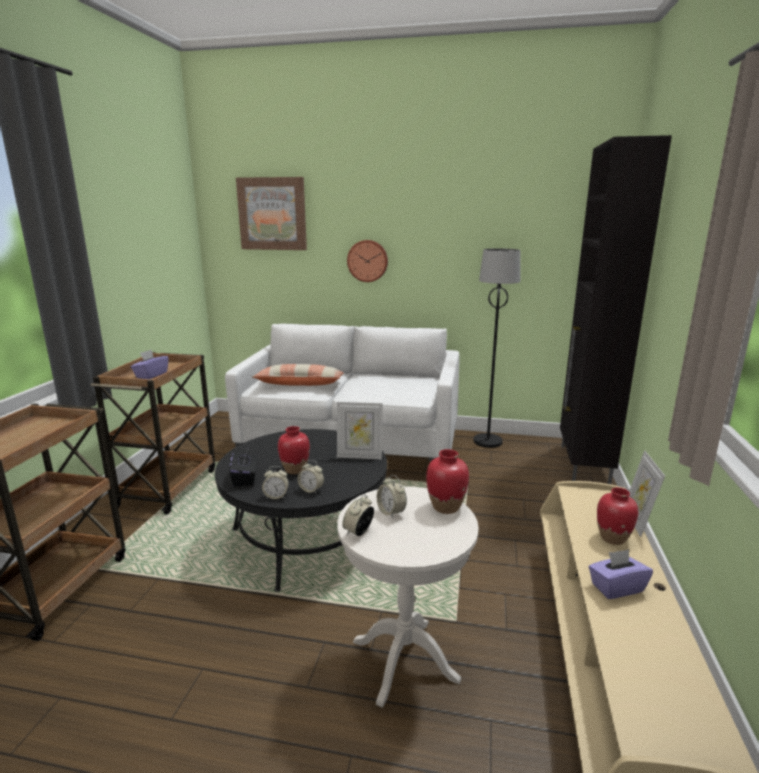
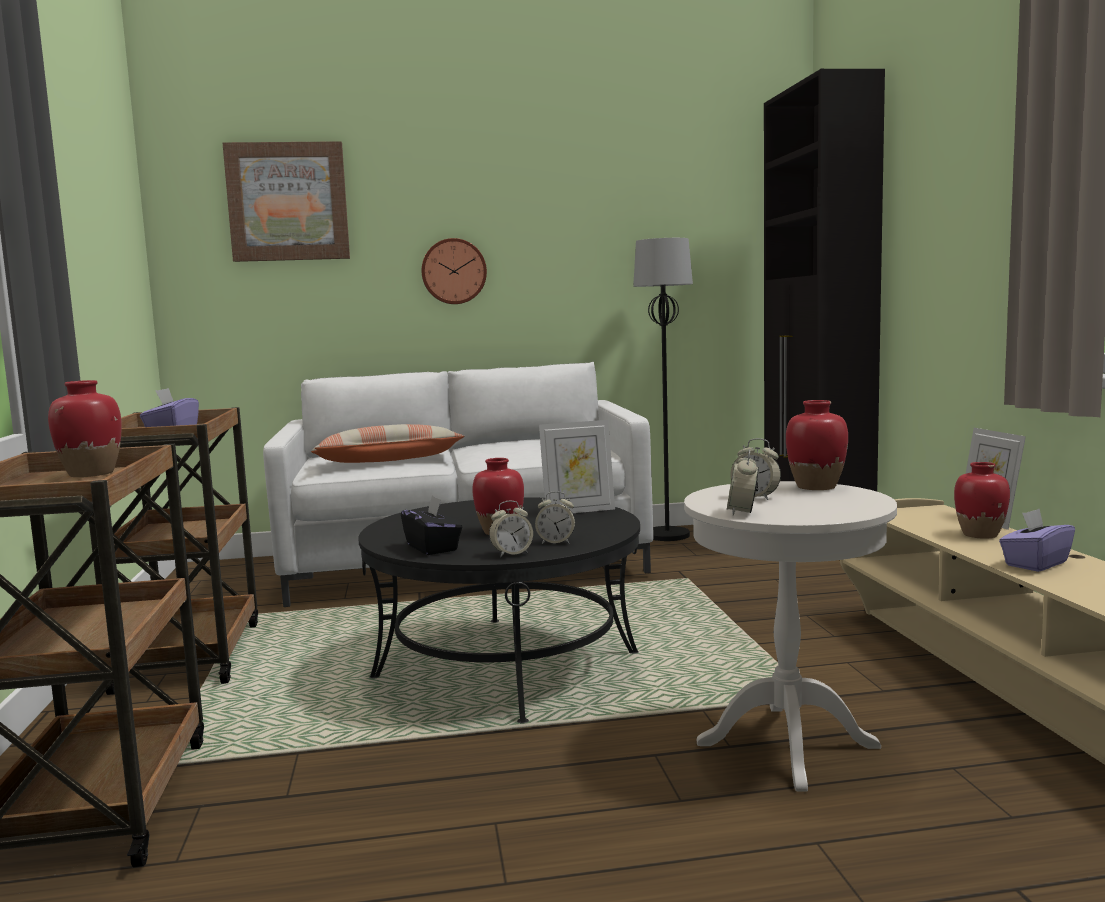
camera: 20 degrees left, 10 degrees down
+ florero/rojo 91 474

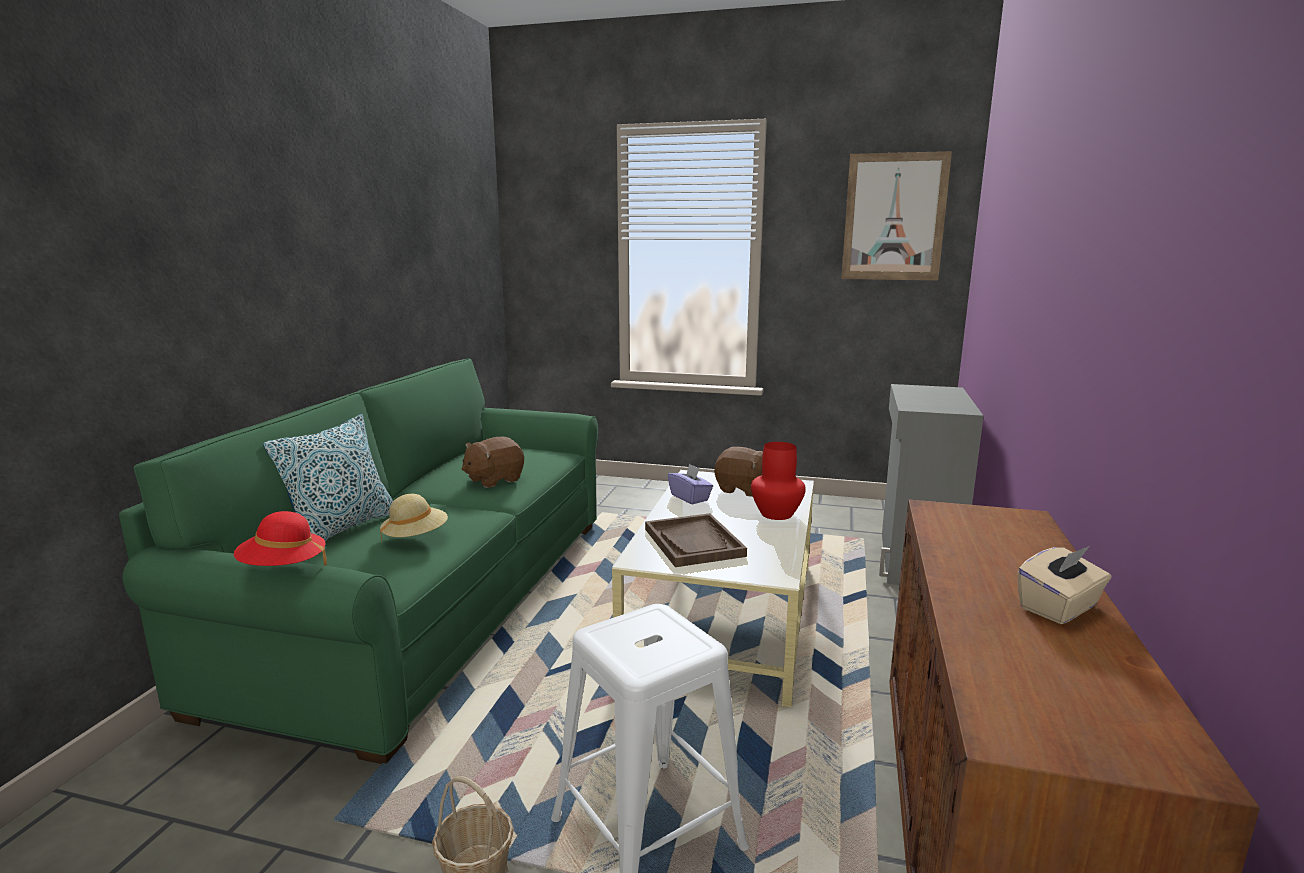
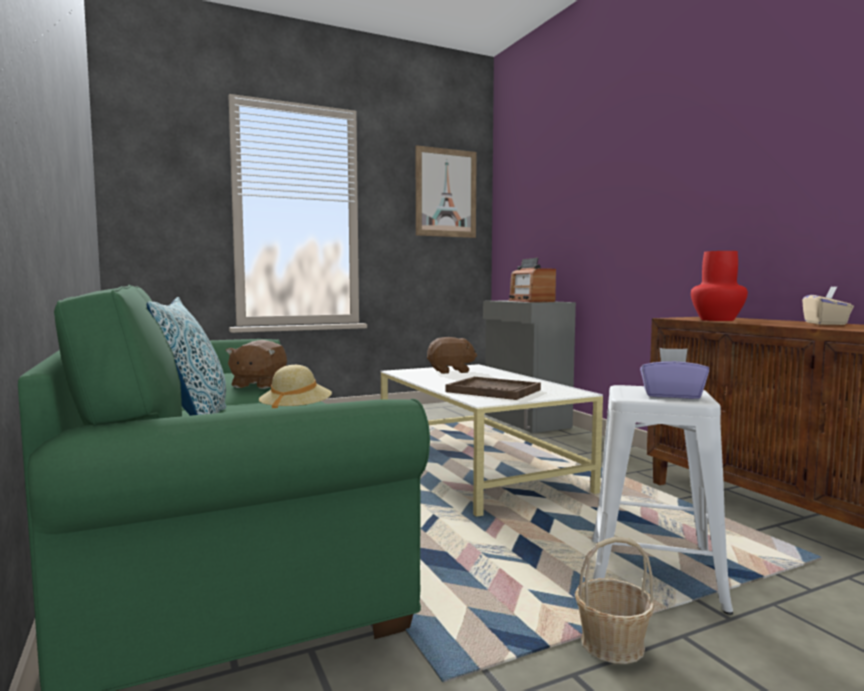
camera: 40 degrees left, 10 degrees down
~ florero/rojo 776 513 to 716 320
~ caja de pañuelos/morado 690 498 to 671 395
- sombrero/rojo 283 567
+ radio 531 301

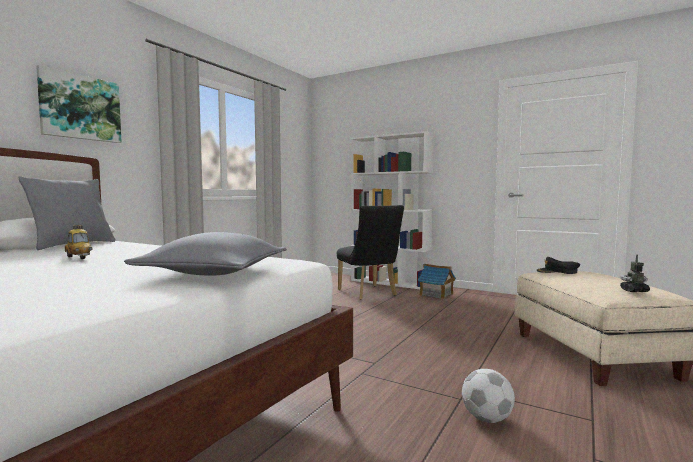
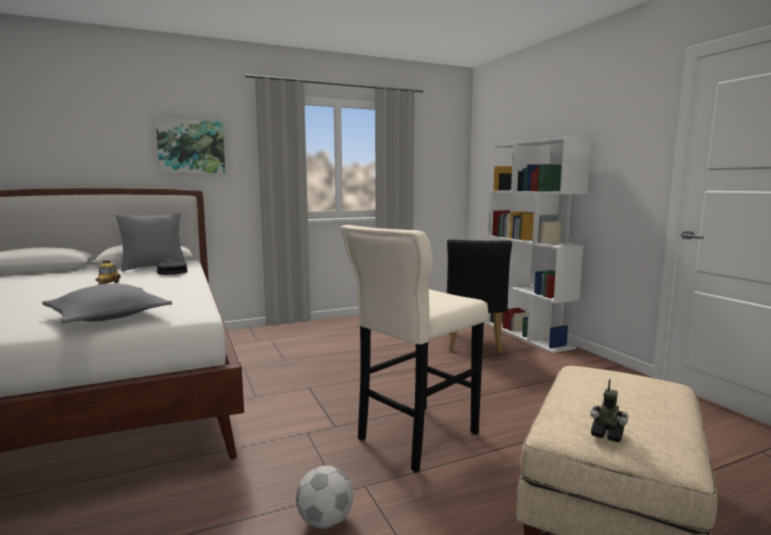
camera: 35 degrees right, 5 degrees up
~ gorra/negro 557 271 to 171 272
- casita 436 294
+ taburete/beis 414 438

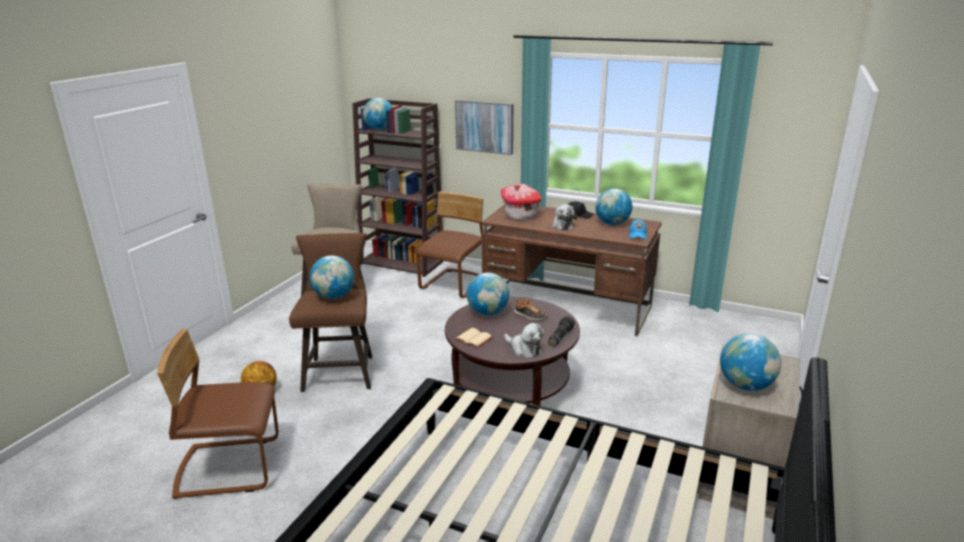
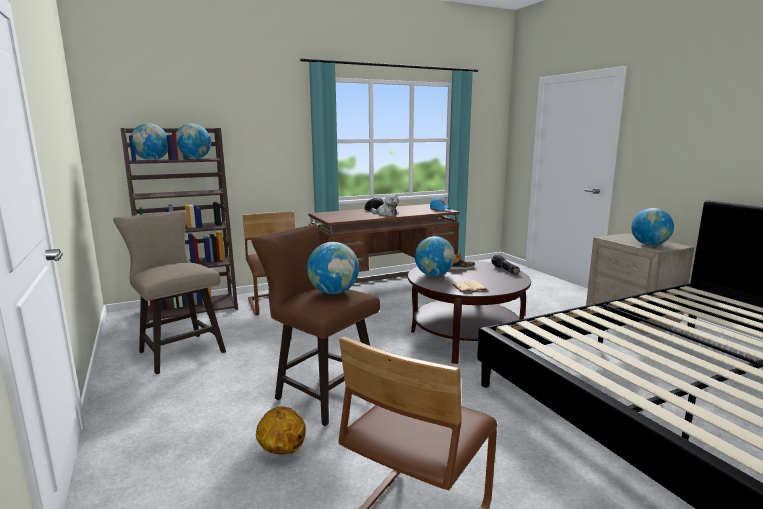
camera: 50 degrees left, 10 degrees down
- cuadro 484 126
- casita 521 216
~ globo terráqueo 612 224 to 194 159
- peluche 524 349

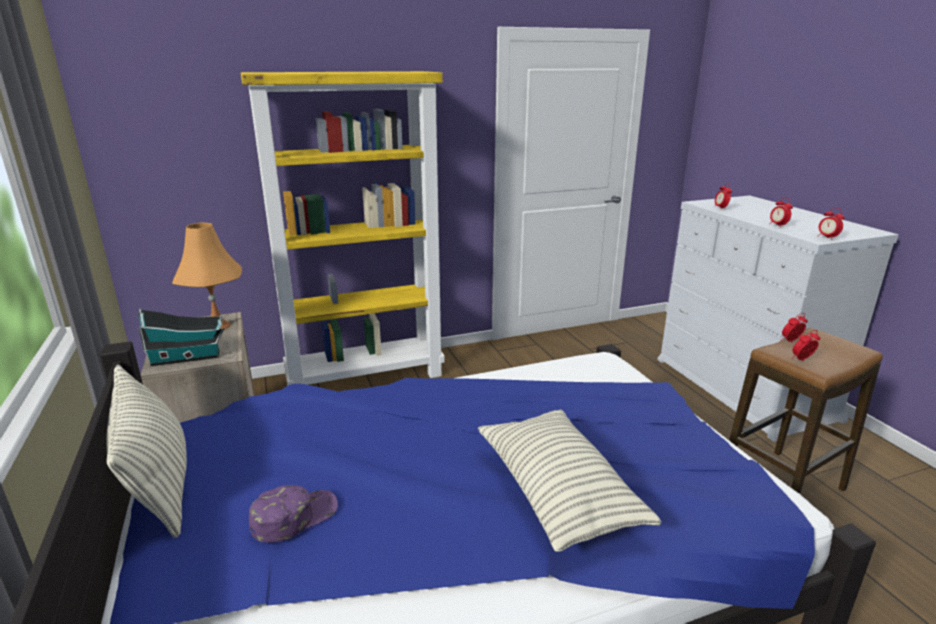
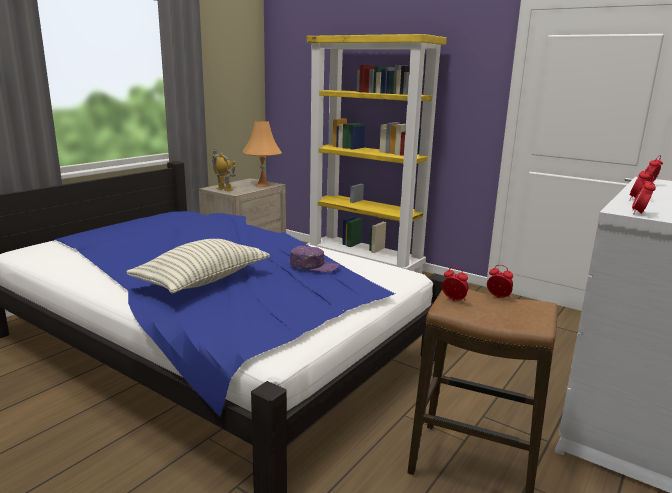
camera: 55 degrees right, 5 degrees down
~ casita 188 358 to robot de juguete 224 189
- cojín 157 482
~ gorra/morado 294 516 to 314 265

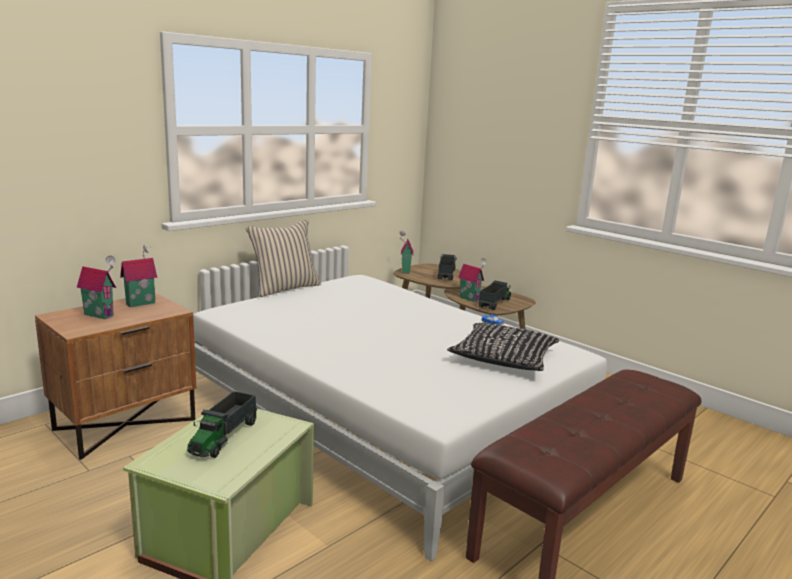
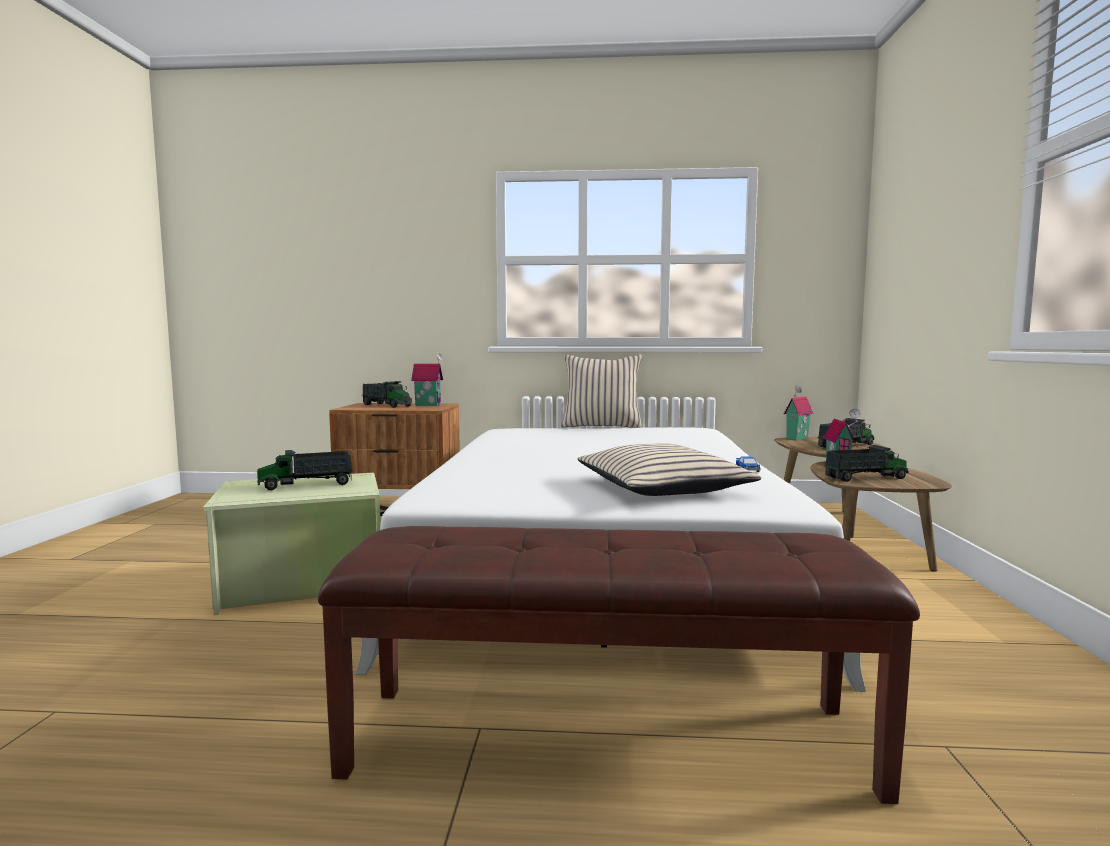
camera: 50 degrees right, 10 degrees down
~ casita 100 314 to camión de juguete 387 405
~ cojín/negro 503 357 to cojín/beis 661 488

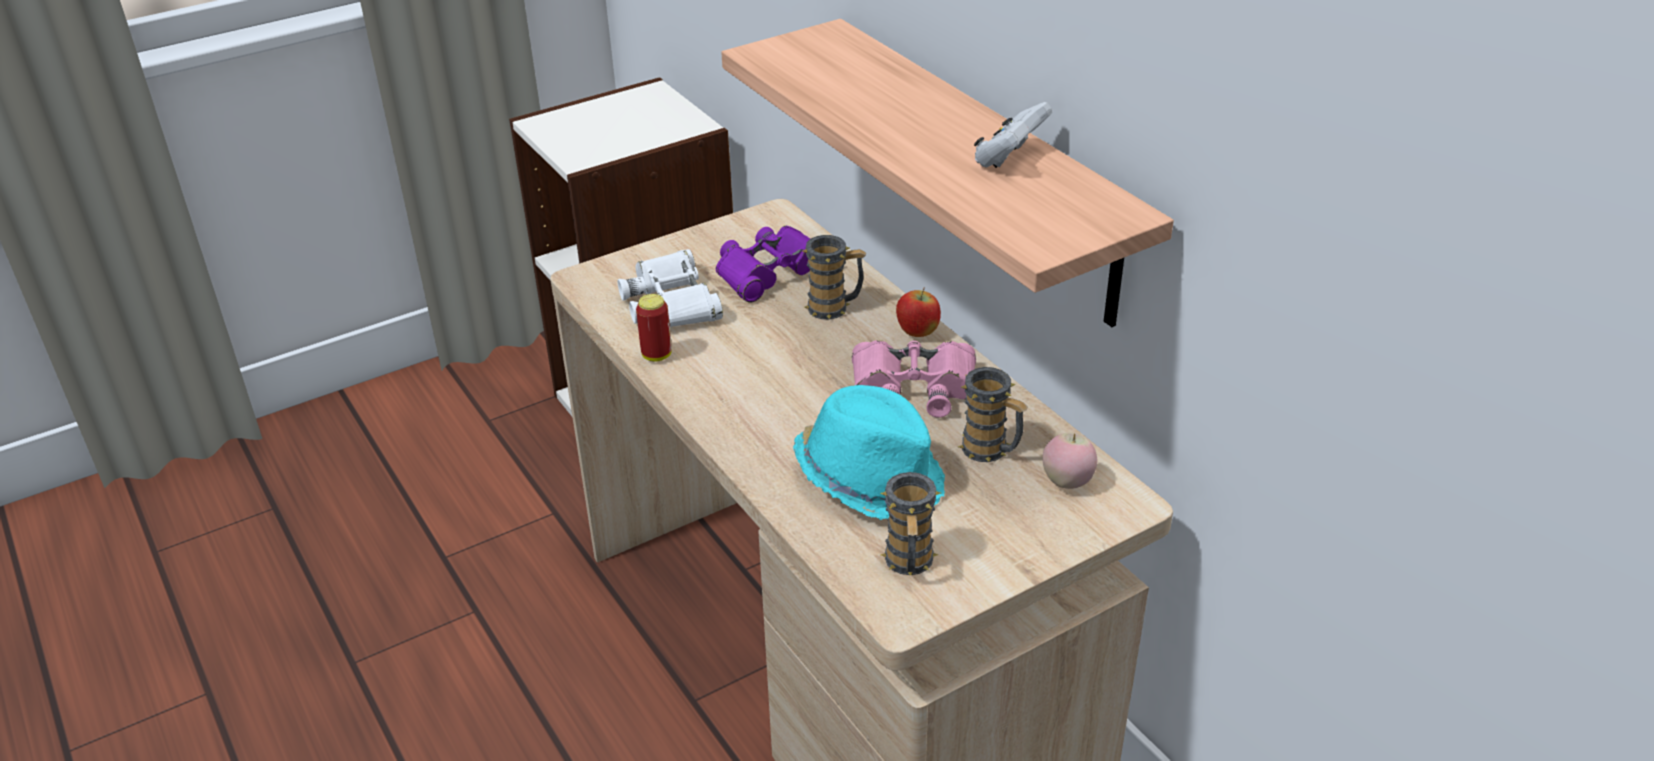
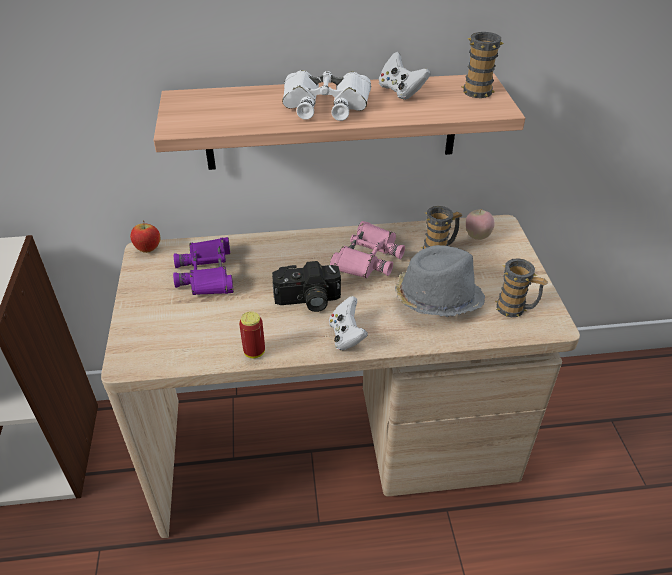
camera: 65 degrees left, 5 degrees up
~ taza grande 835 308 to 478 89
~ prismáticos/blanco 671 302 to 325 104
~ manzana 917 333 to 148 249
~ sombrero/turquesa 871 477 to sombrero/gris 436 299
+ cámara 307 301
+ mando de consola/blanco 346 336

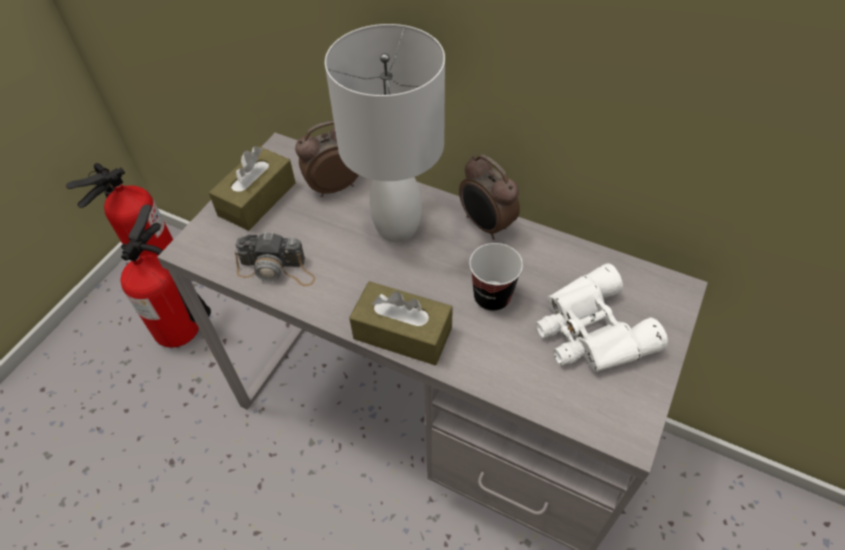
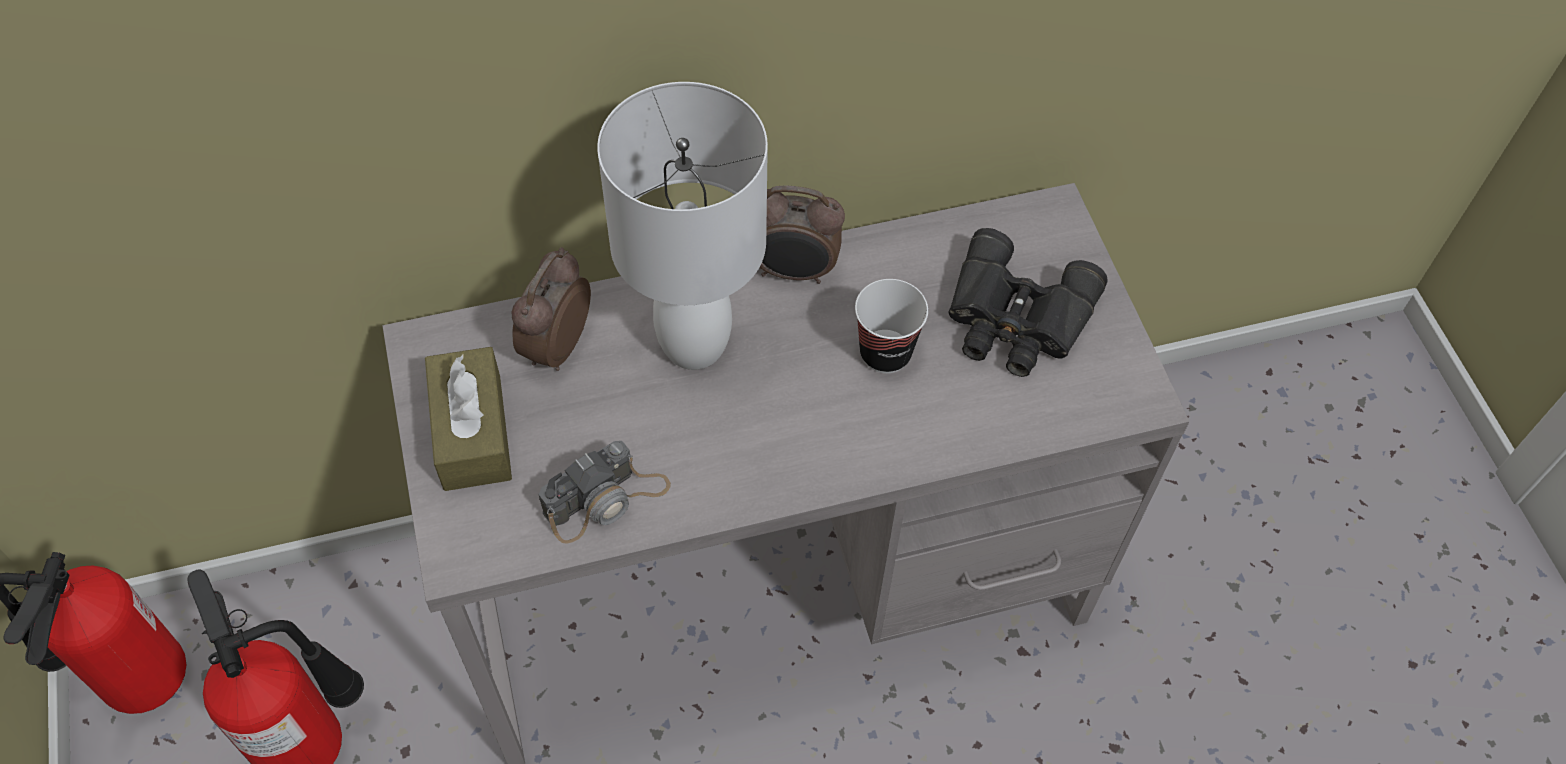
camera: 45 degrees left, 5 degrees up
~ prismáticos/blanco 589 332 to prismáticos/negro 1016 319
- caja de pañuelos/marrón 402 333

